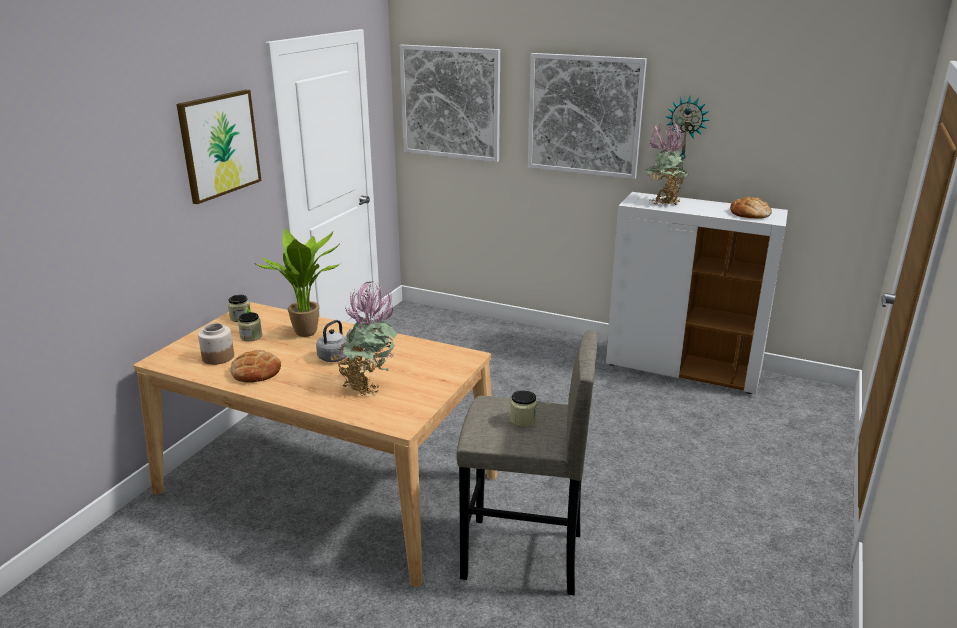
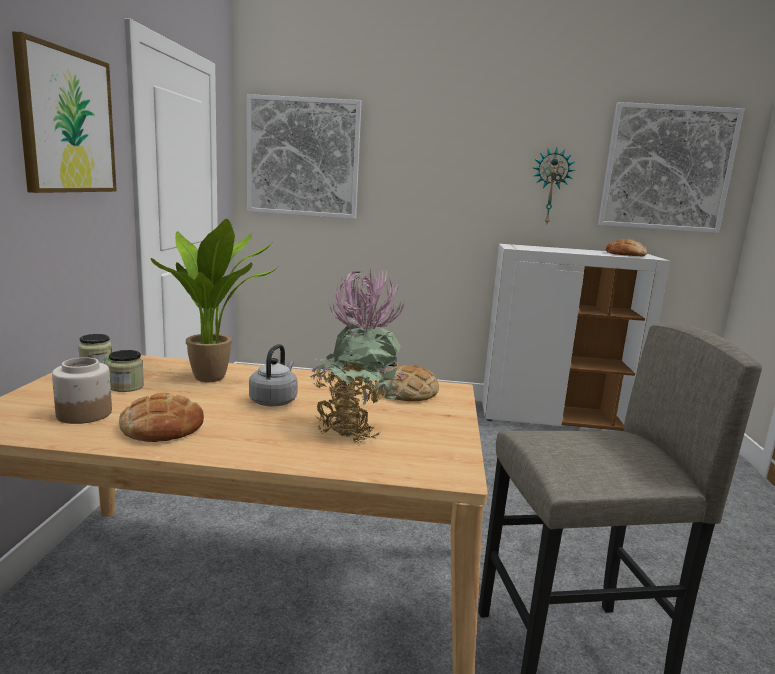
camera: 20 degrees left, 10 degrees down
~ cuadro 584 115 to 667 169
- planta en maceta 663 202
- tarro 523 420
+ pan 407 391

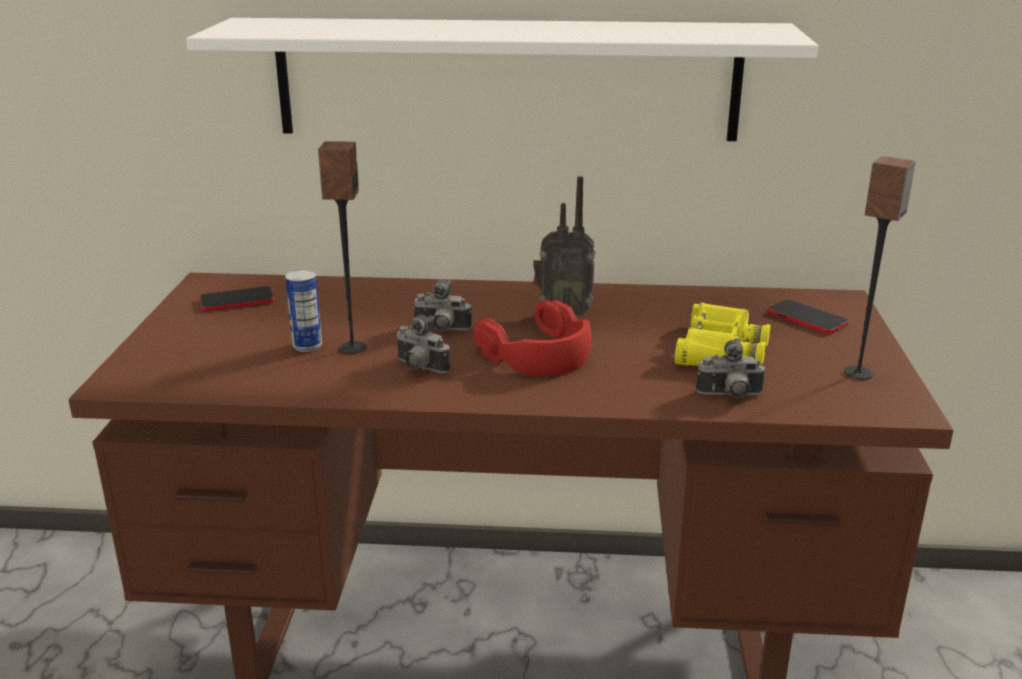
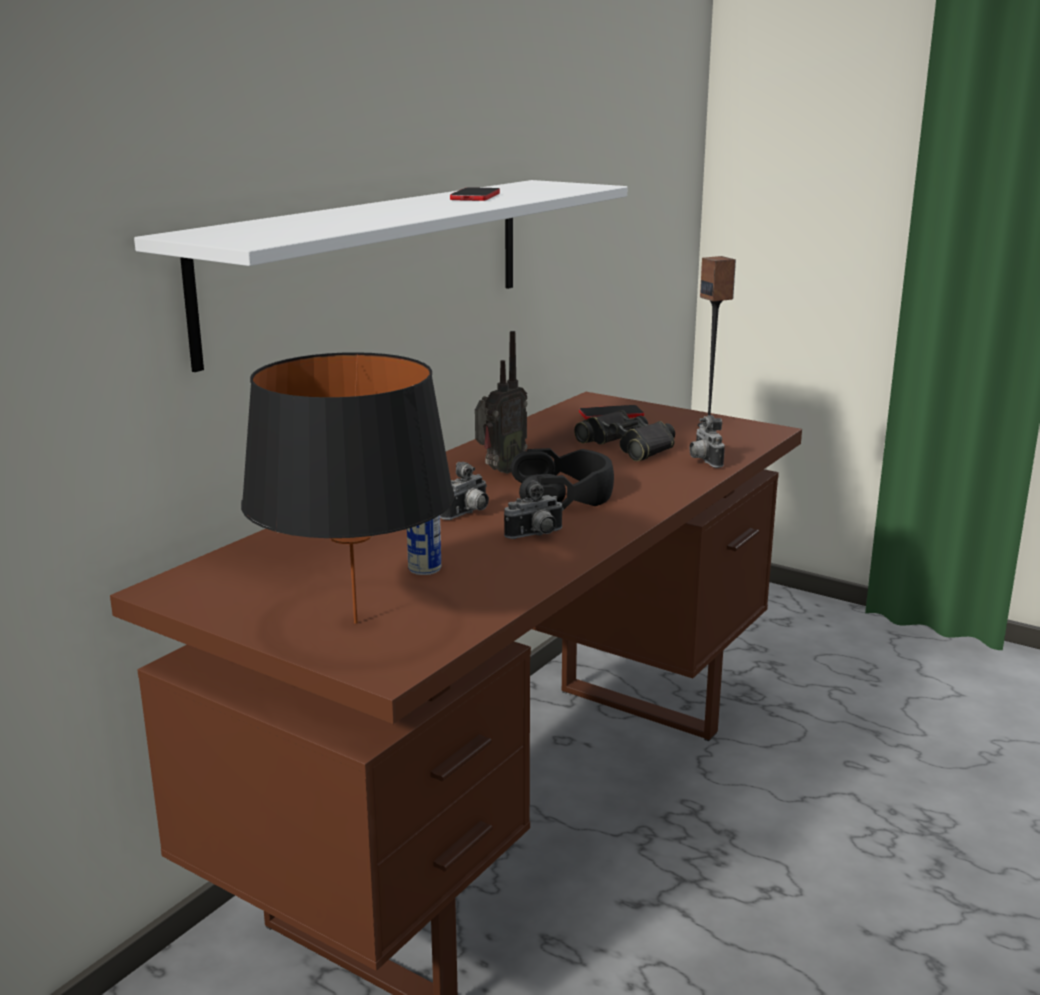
camera: 60 degrees left, 5 degrees down
- altavoz 352 348
~ móvil 237 301 to 475 196
~ auriculares/rojo 539 353 to auriculares/negro 564 493
~ prismáticos/amarillo 719 349 to prismáticos/negro 628 446
~ cámara 730 396 = 703 461 135 degrees clockwise
+ lámpara de mesa/negro 355 622

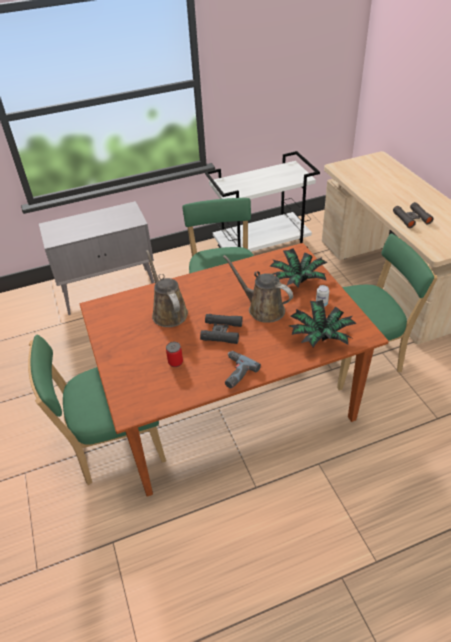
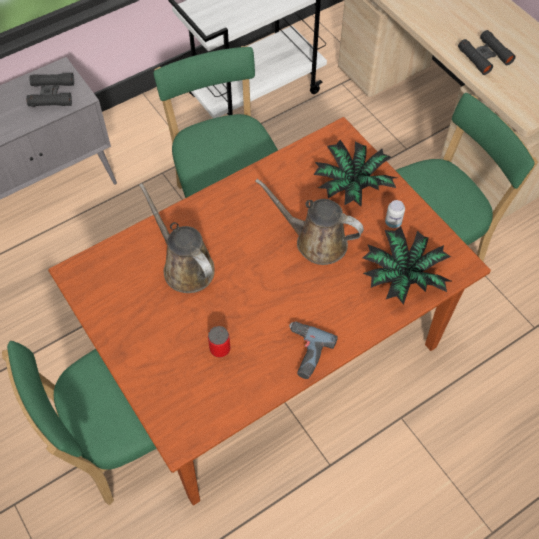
camera: 15 degrees left, 15 degrees up
~ prismáticos/negro 221 332 to 52 94

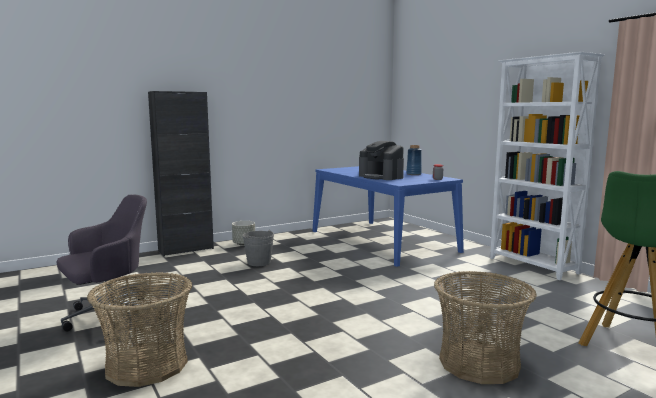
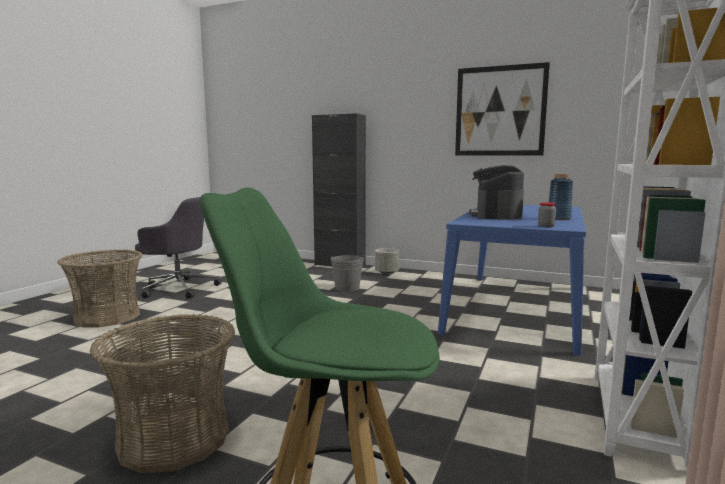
camera: 55 degrees right, 0 degrees up
+ cuadro 500 111

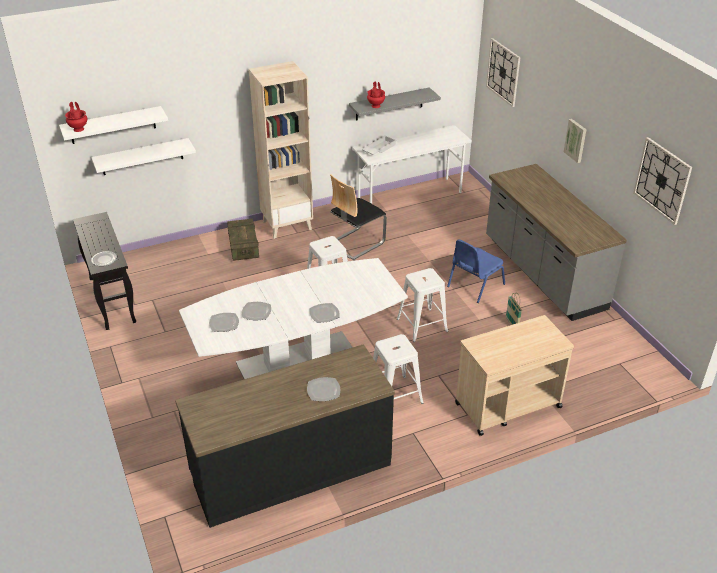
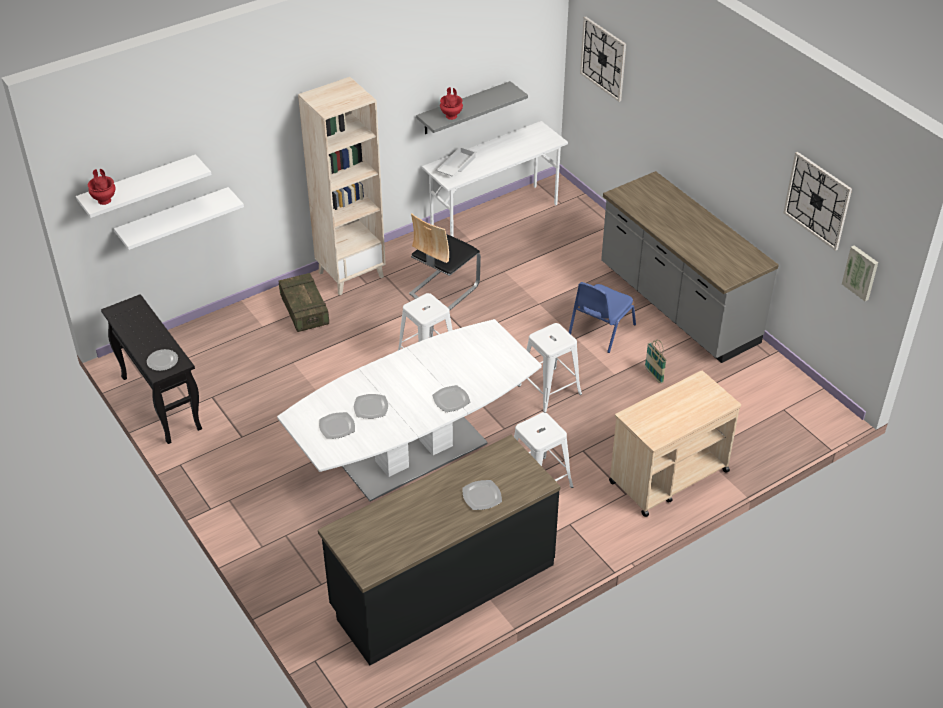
camera: 10 degrees left, 5 degrees up
~ cuadro 576 140 to 861 272

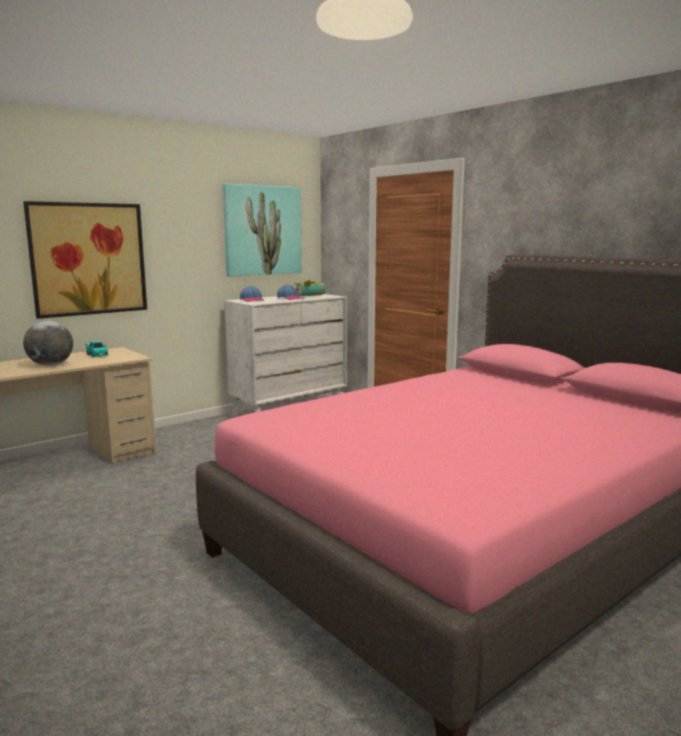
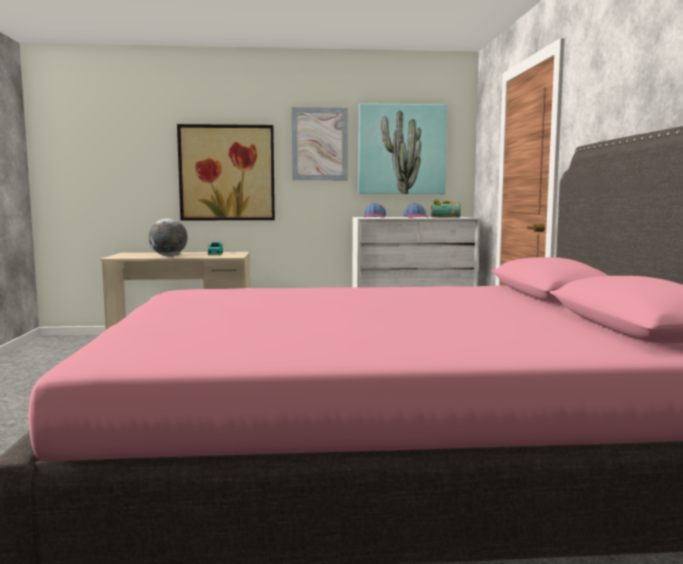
camera: 35 degrees right, 5 degrees down
+ cuadro 319 144

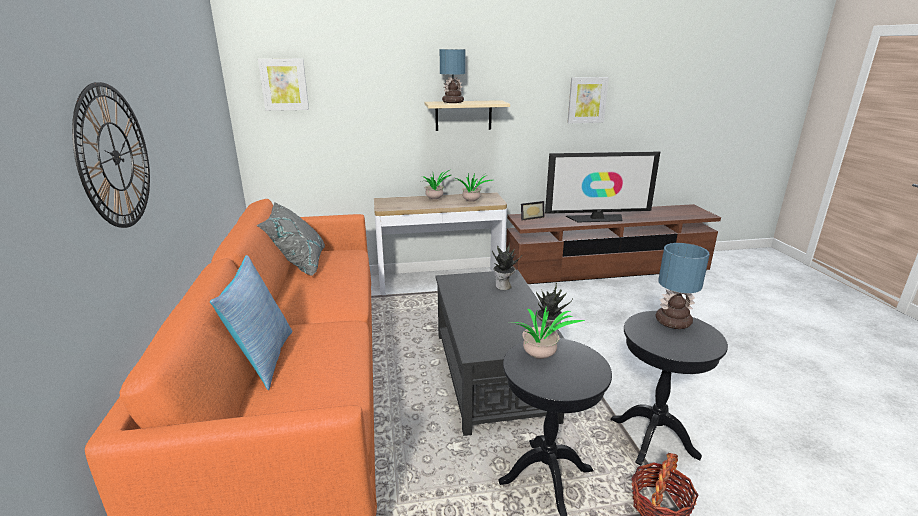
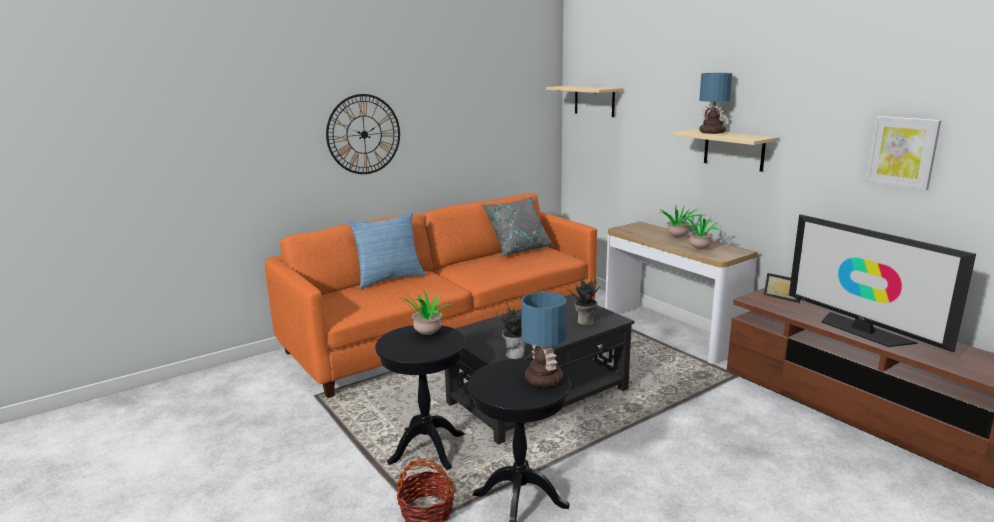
camera: 65 degrees right, 5 degrees down
~ cuadro 284 84 to estante/beis 594 101

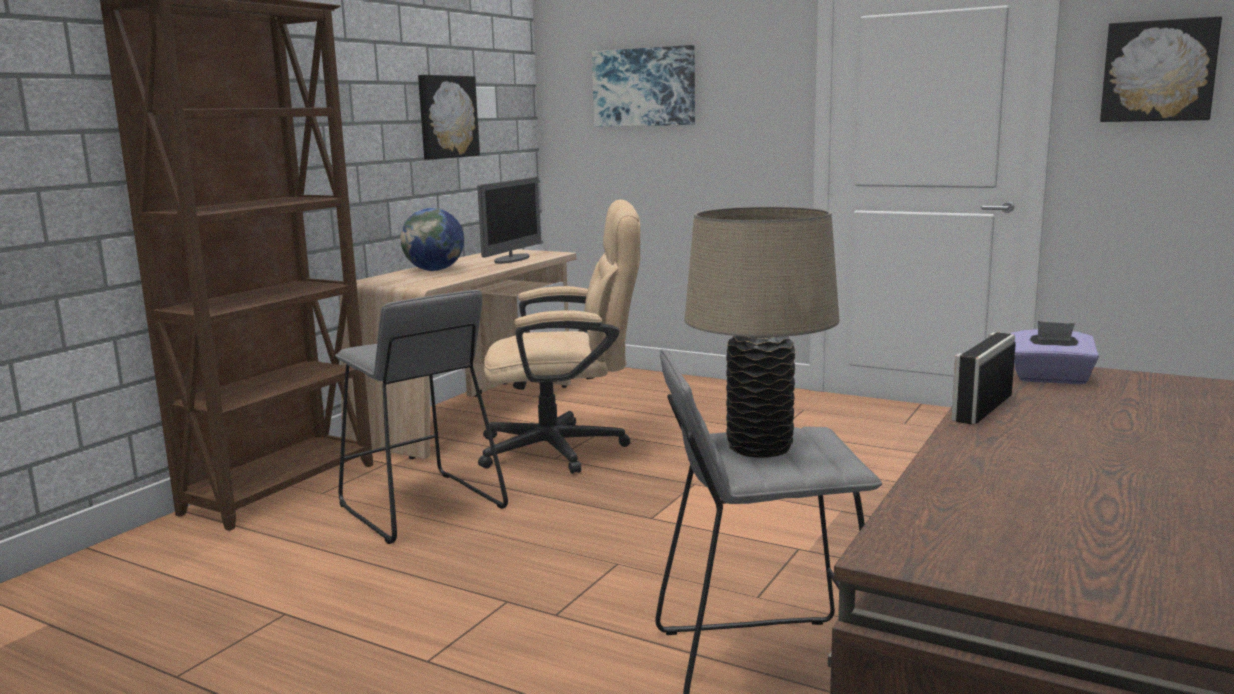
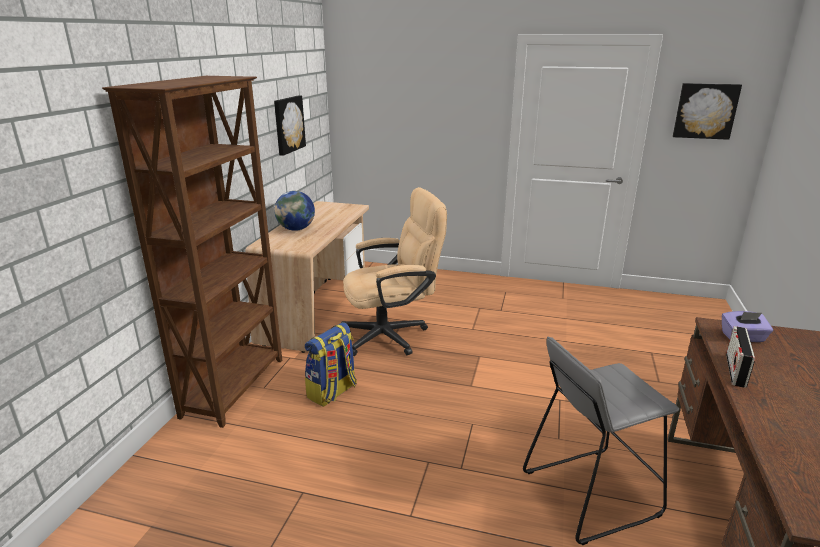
camera: 15 degrees left, 10 degrees up
- cuadro 644 87
- monitor 512 259
- lámpara de mesa/beis 759 448
~ taburete/gris 420 507 to mochila 332 392

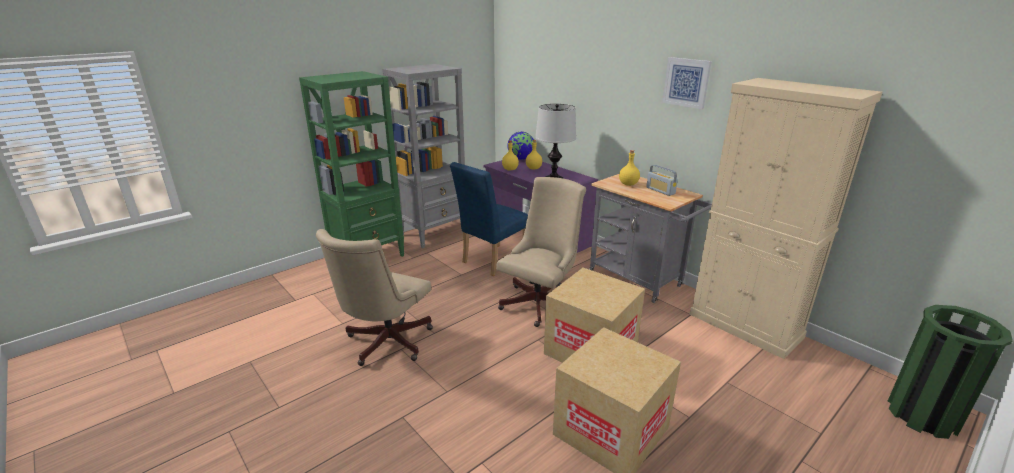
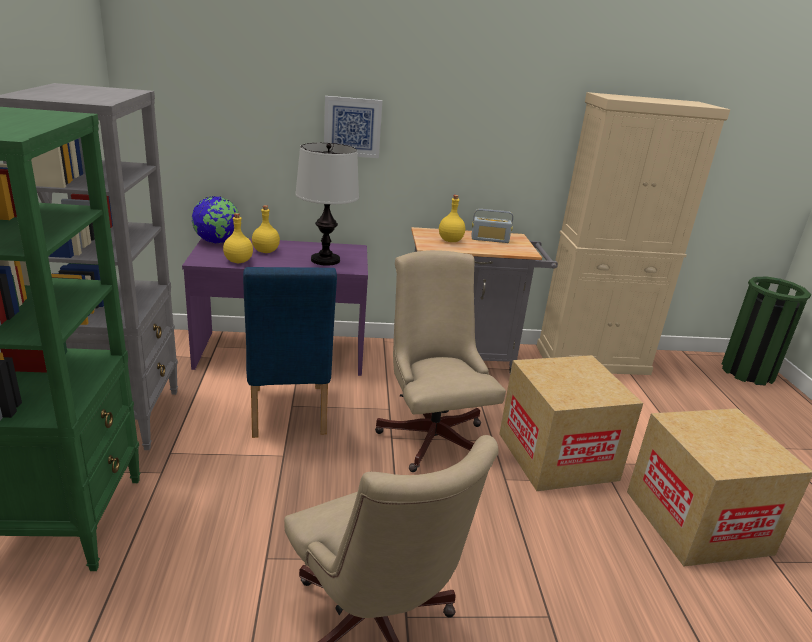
camera: 55 degrees left, 0 degrees up
~ cuadro 686 82 to 352 127

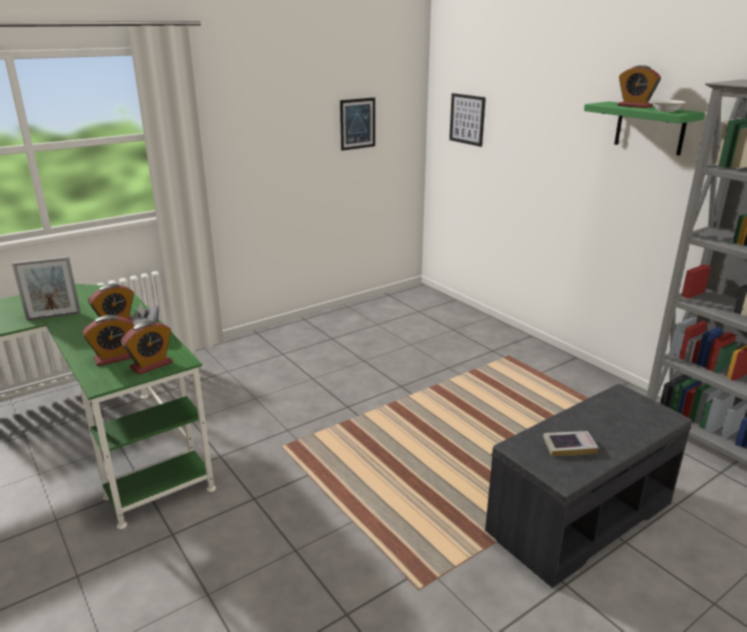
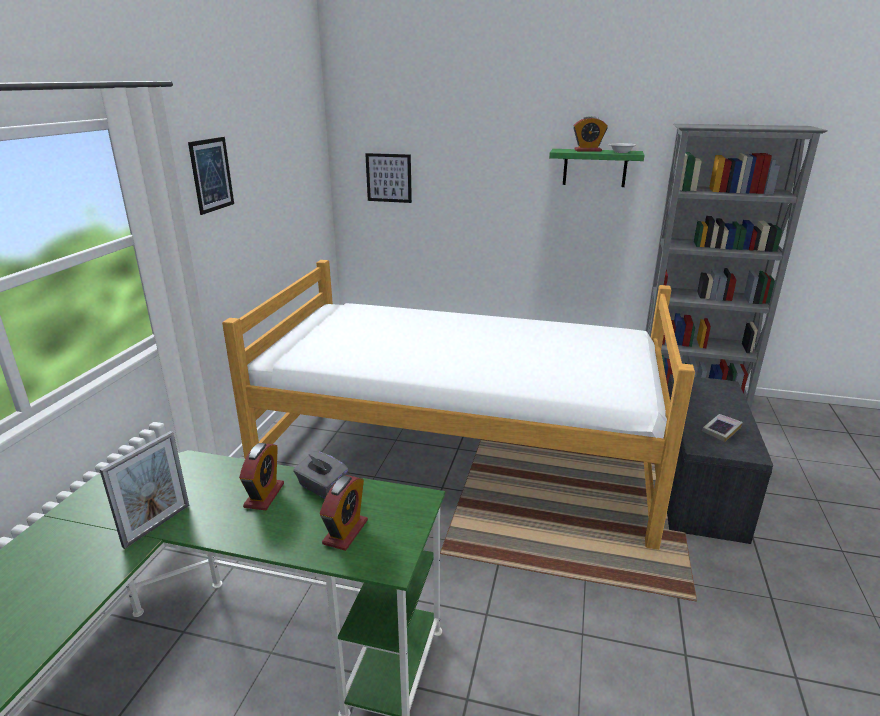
camera: 40 degrees left, 0 degrees up
~ cuadro 357 123 to 211 175
- despertador 151 365
+ cama 460 451

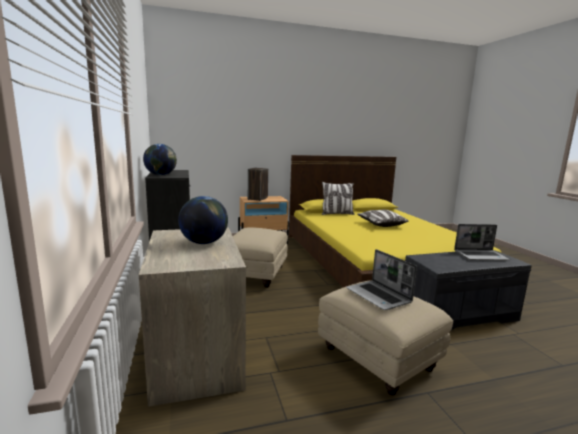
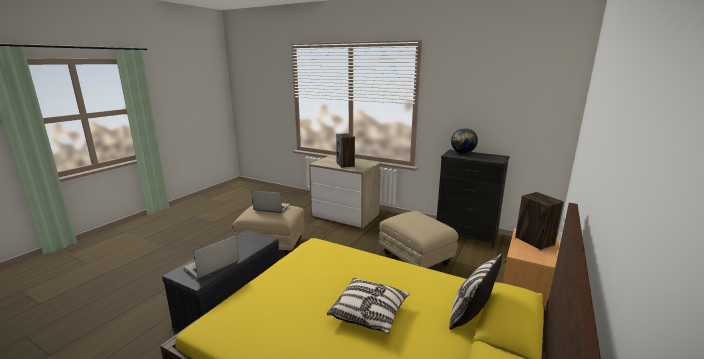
camera: 135 degrees right, 5 degrees up
~ globo terráqueo 204 242 to altavoz 345 164

